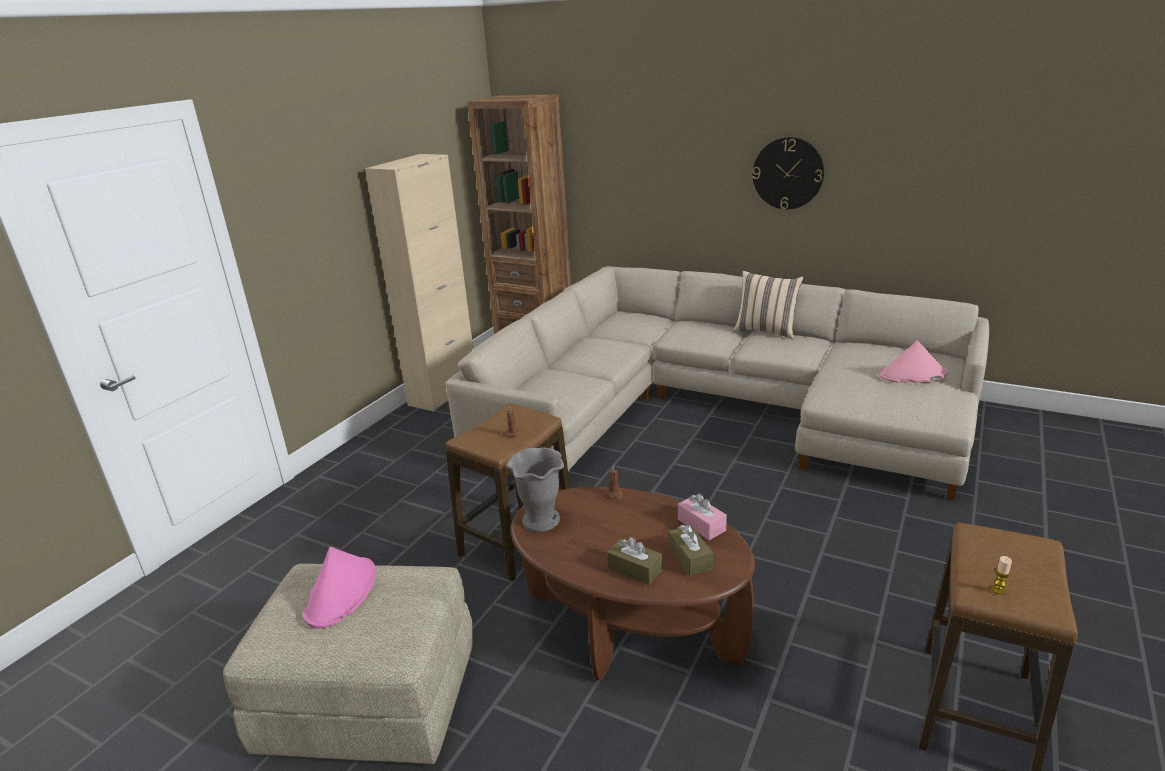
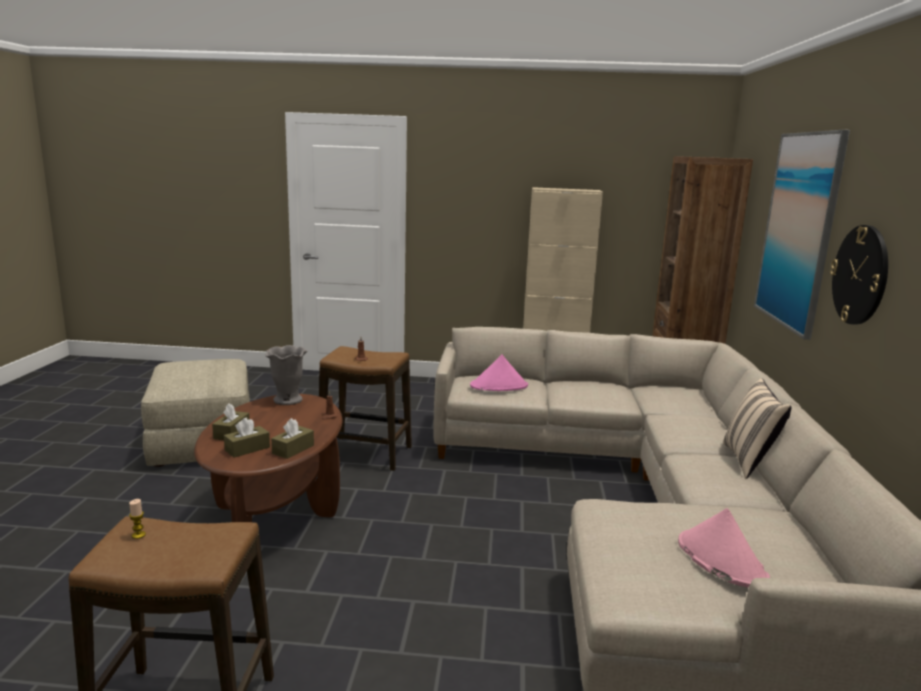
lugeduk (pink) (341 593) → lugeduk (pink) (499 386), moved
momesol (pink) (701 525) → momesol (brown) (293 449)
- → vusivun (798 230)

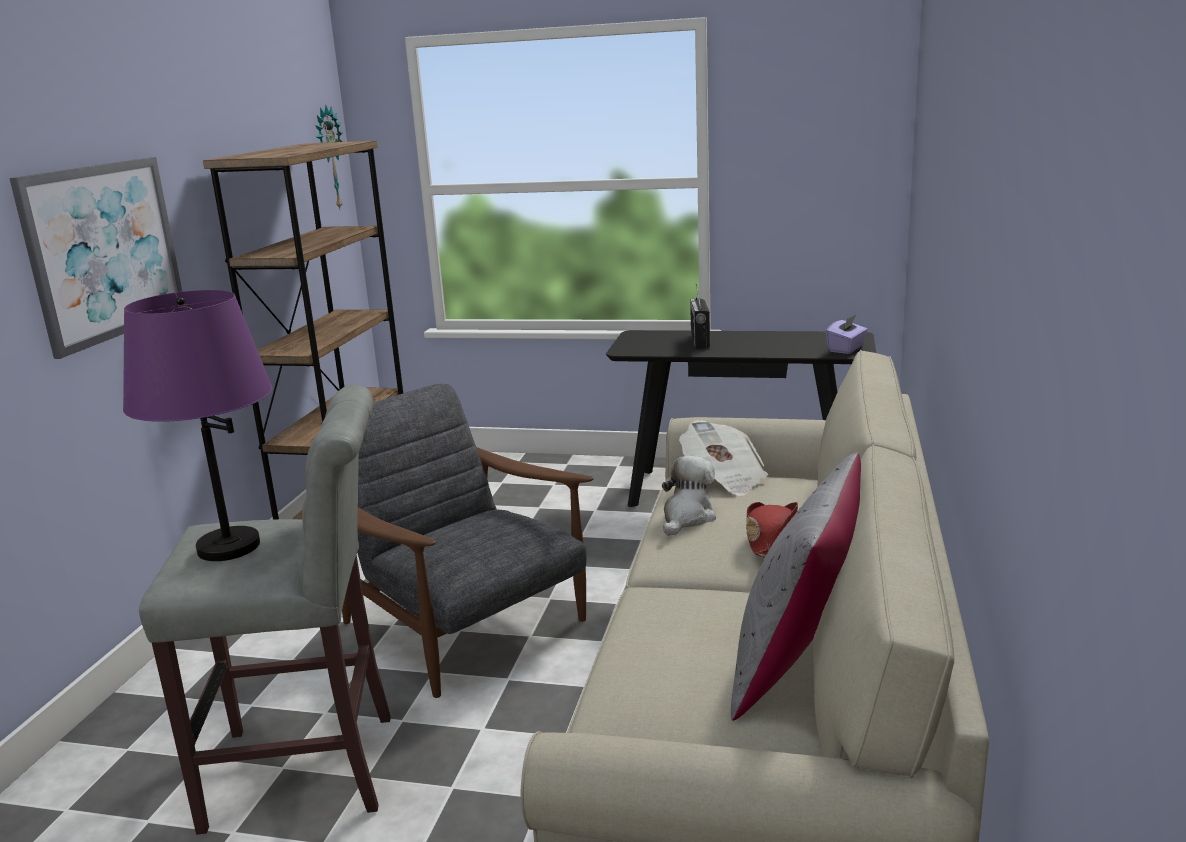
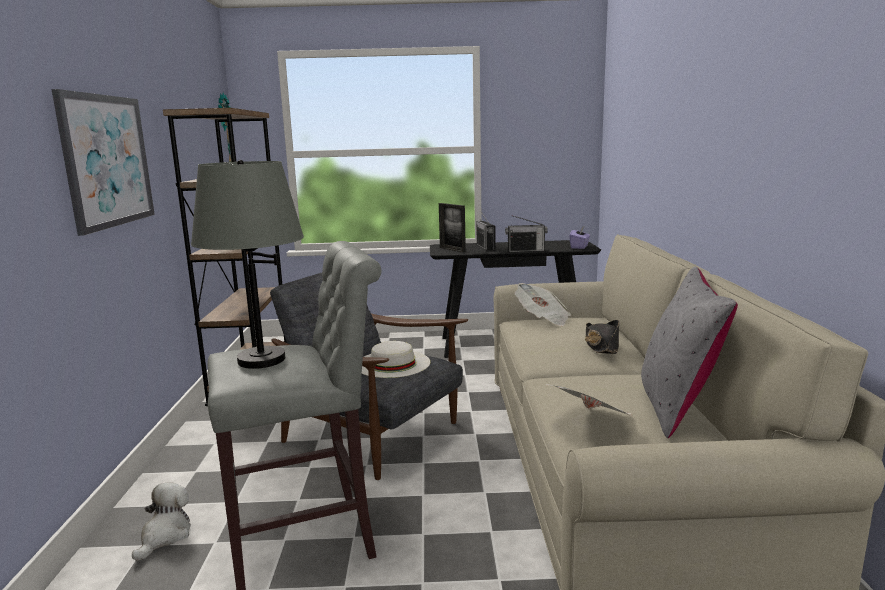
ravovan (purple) (227 547) → ravovan (grey) (261 360)
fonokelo (687 517) → fonokelo (165 536), moved
lugeduk (red) (772 539) → lugeduk (black) (601 345)
- → lugeduk (white) (392 363)
- → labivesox (452 249)
- → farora (526 250)
- → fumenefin (592 422)

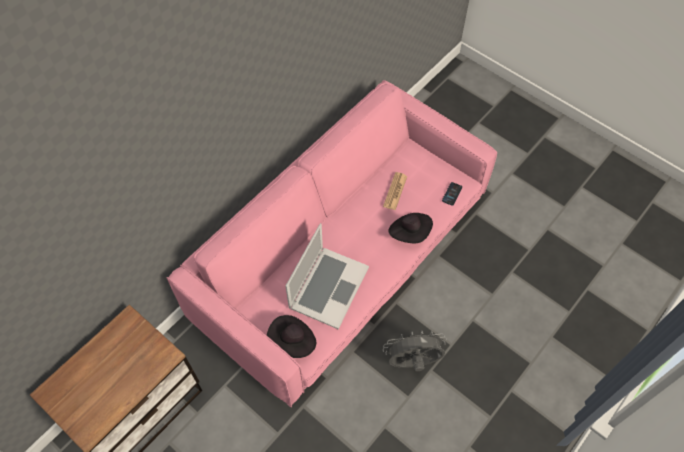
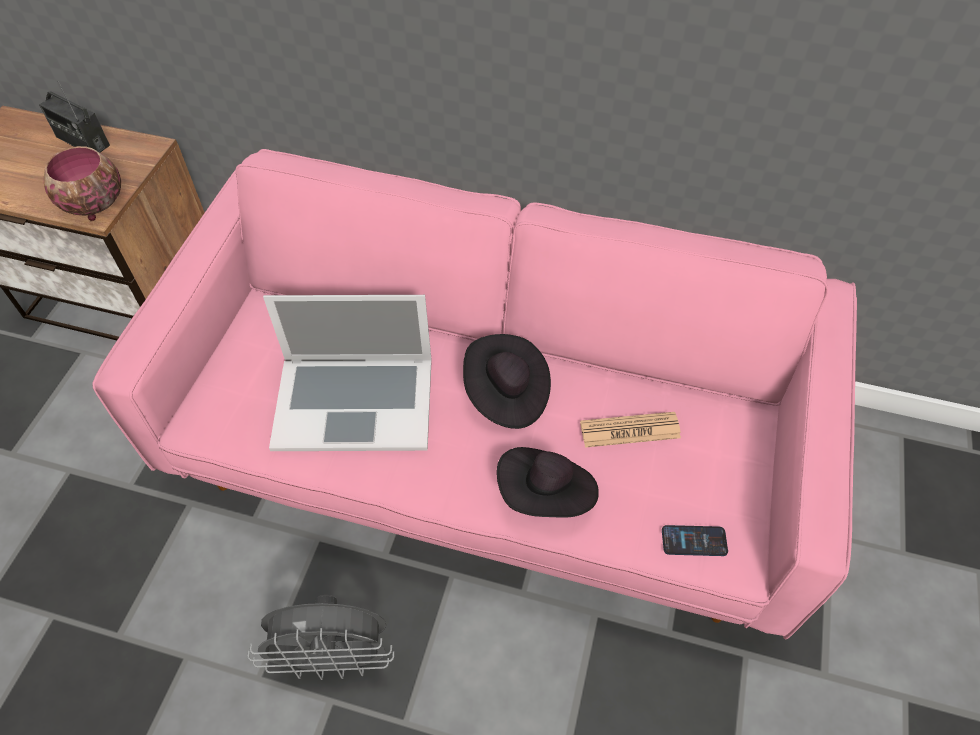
lugeduk (black) (293 342) → lugeduk (black) (506 394), moved
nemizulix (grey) (412 362) → nemizulix (grey) (334 658), 120 degrees clockwise
- → farora (82 141)
- → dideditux (93 205)

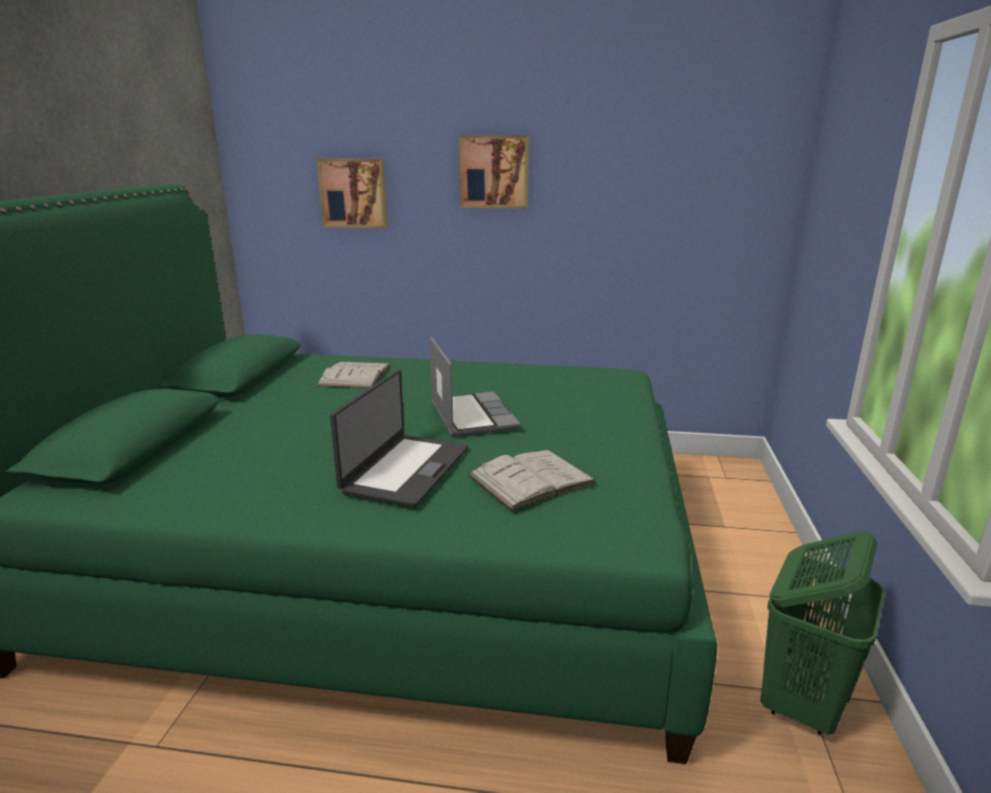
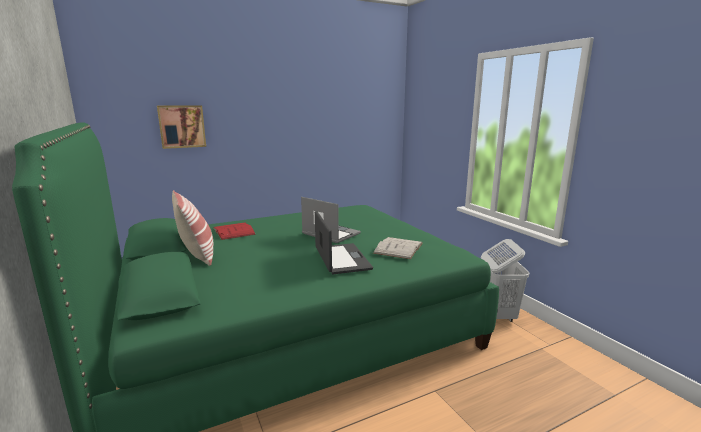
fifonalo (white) (355 375) → fifonalo (red) (234 231)
vusivun (494 172) → -
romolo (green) (802 702) → romolo (white) (497 315)
- → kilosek (197 255)

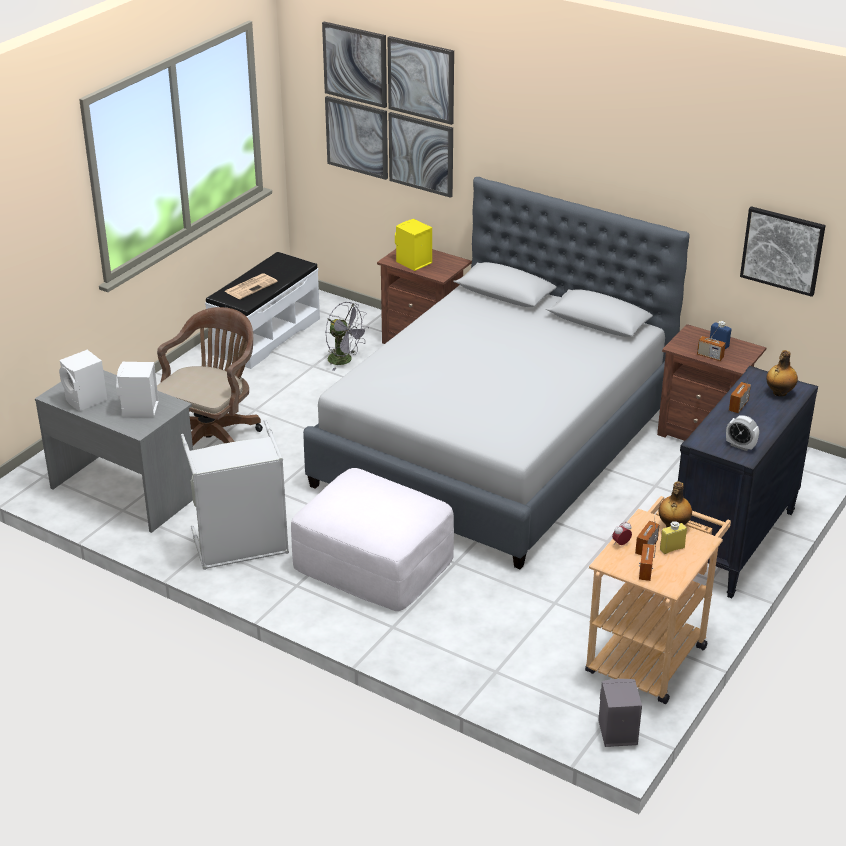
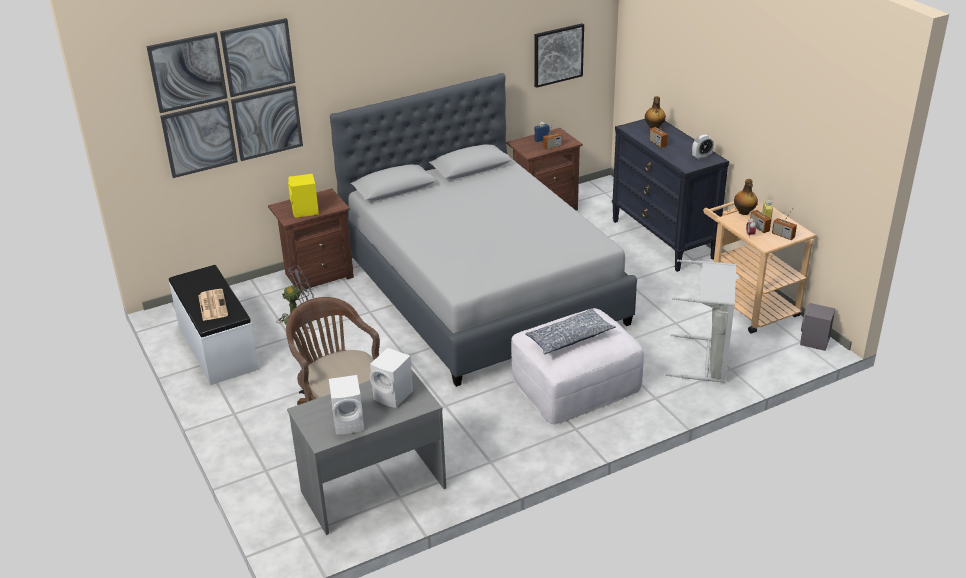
romolo (grey) (241 547) → romolo (grey) (706 360), moved
- → kilosek (569 338)

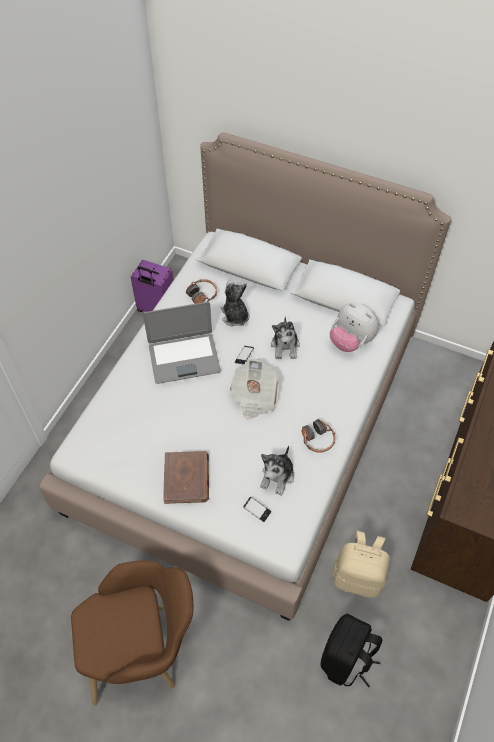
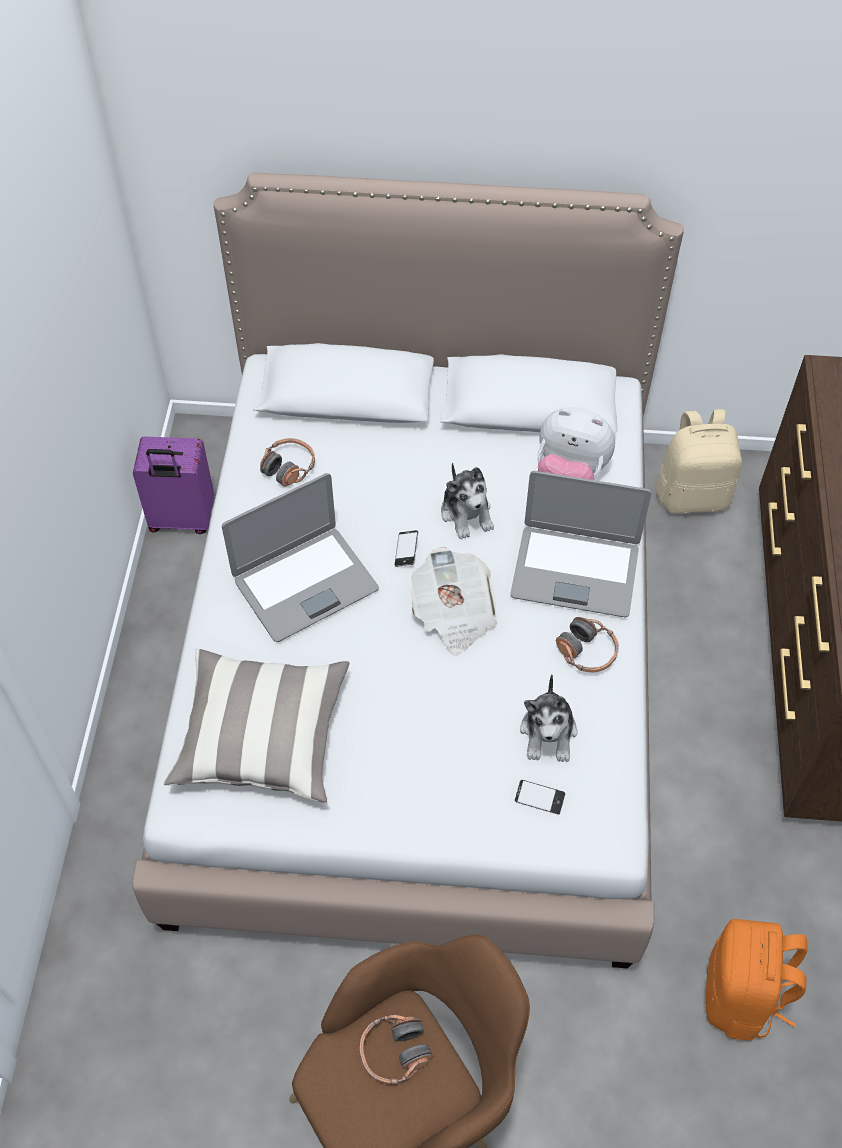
fifonalo (brown) (186 478) → -
fonokelo (235 316) → -
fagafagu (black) (346 659) → fagafagu (orange) (741 996)
fagafagu (beige) (358 576) → fagafagu (beige) (692 495), moved
- → kilosek (262 736)
- → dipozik (394 1052)
- → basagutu (575 571)

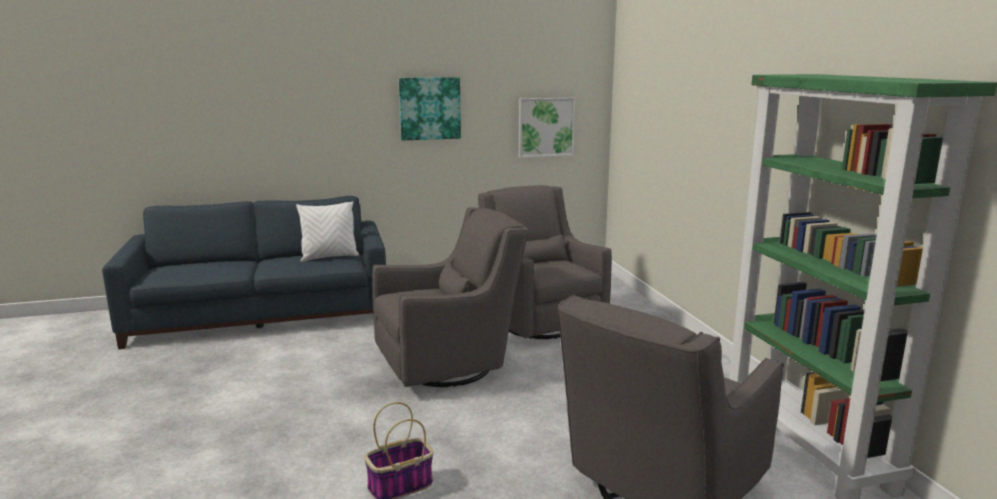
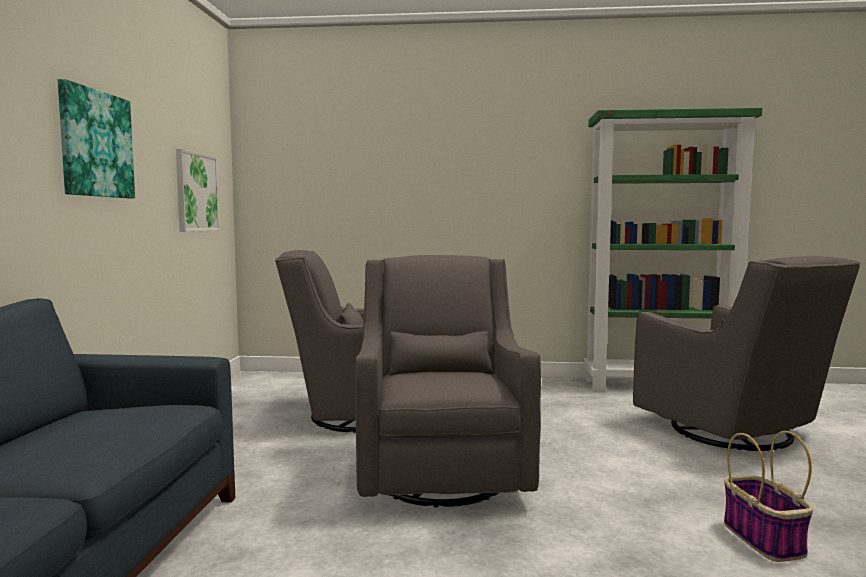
kilosek (white) (329 257) → -

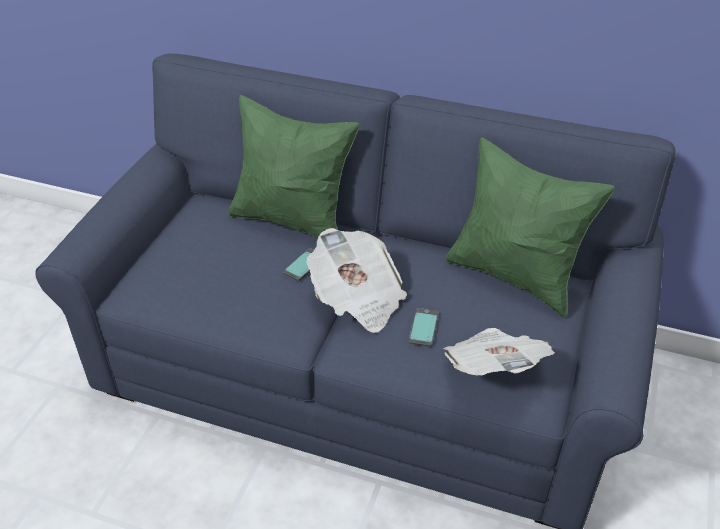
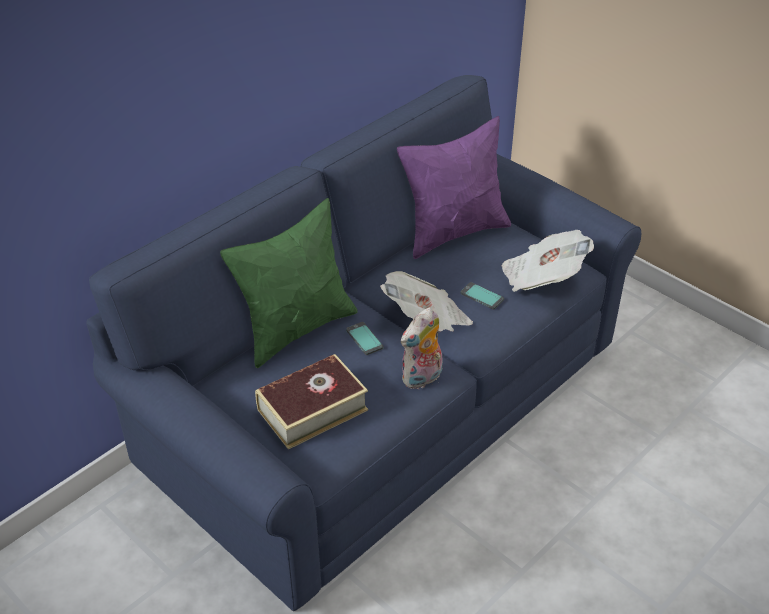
kilosek (green) (514 276) → kilosek (purple) (454 232)
- → fifonalo (312 409)
- → fonokelo (422 378)

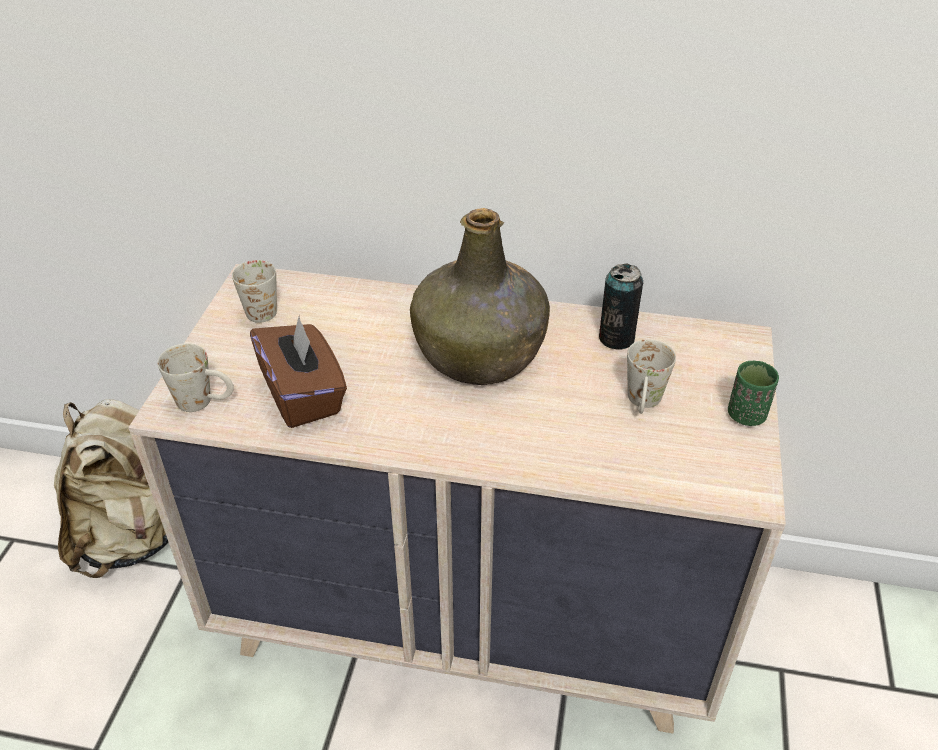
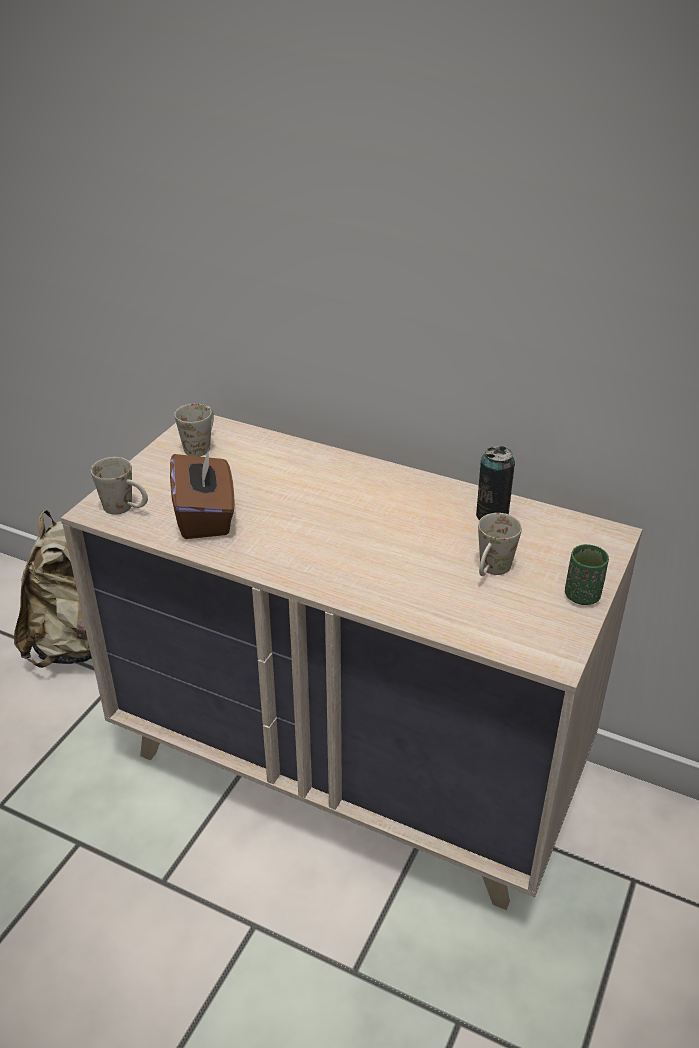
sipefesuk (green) (481 353) → -

